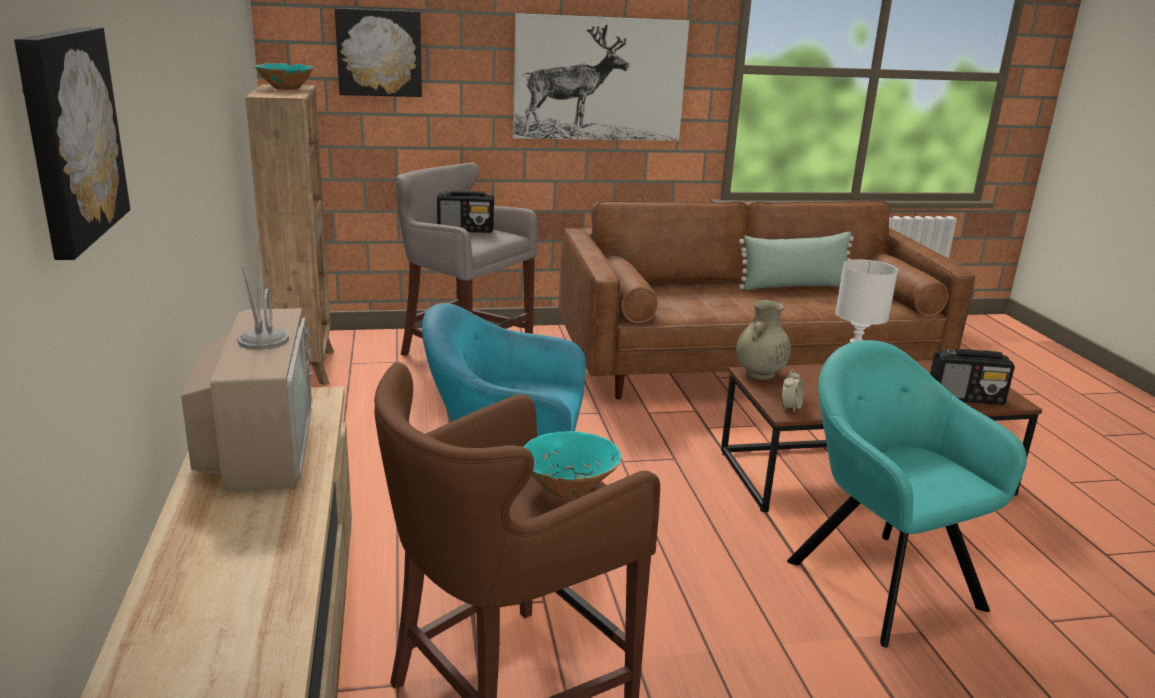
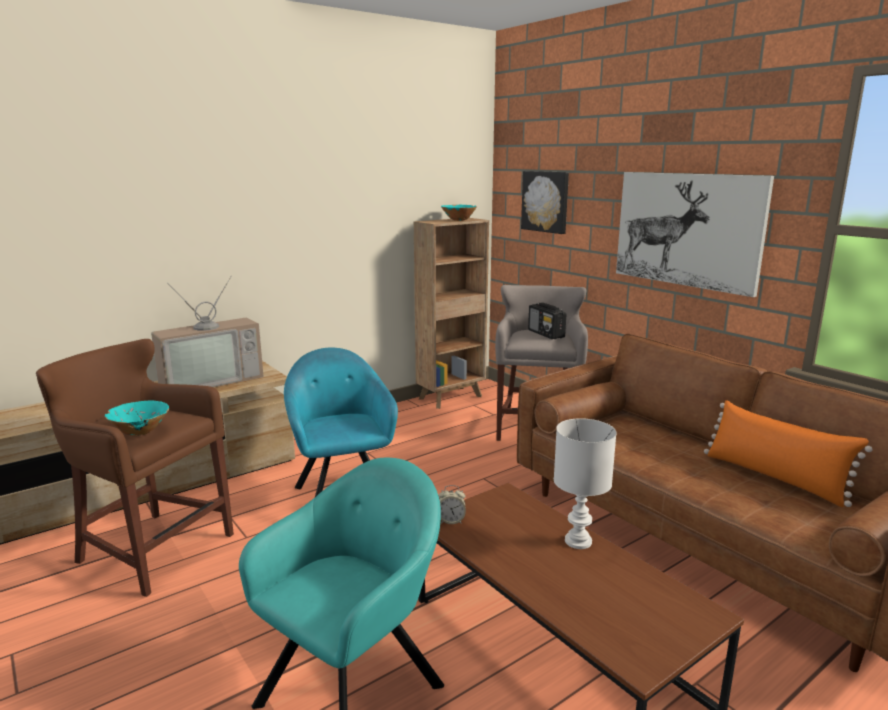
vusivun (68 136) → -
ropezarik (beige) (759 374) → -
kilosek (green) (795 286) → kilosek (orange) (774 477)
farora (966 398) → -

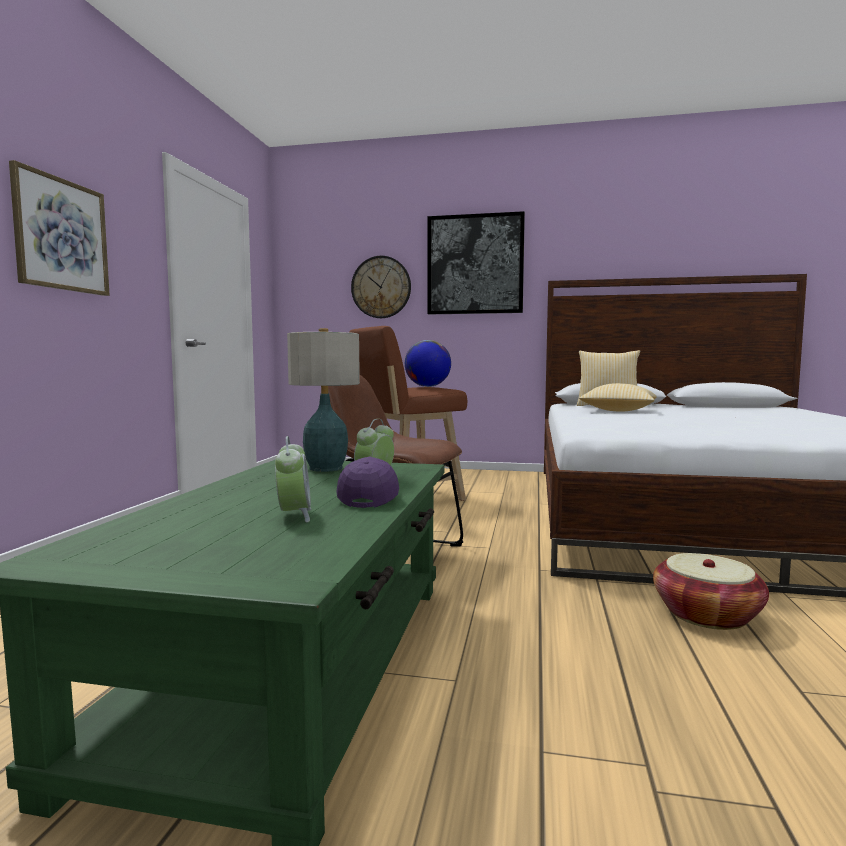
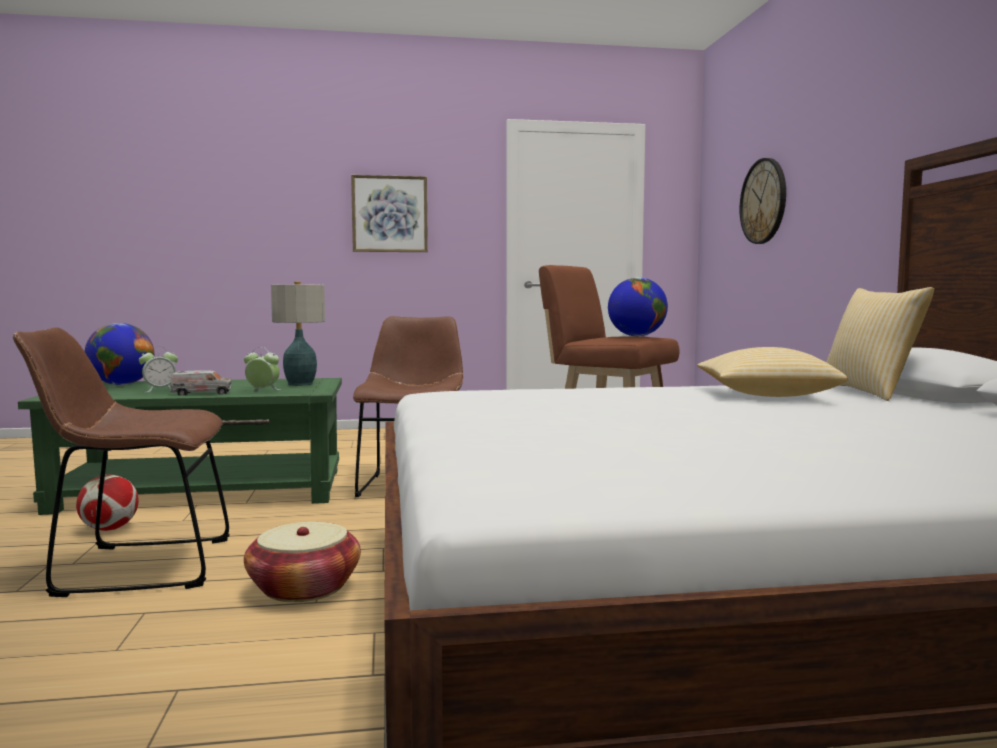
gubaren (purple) (370 498) → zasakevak (202 393)
vusivun (475 264) → -
- → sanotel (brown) (136 567)
- → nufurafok (109 529)
- → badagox (121 384)

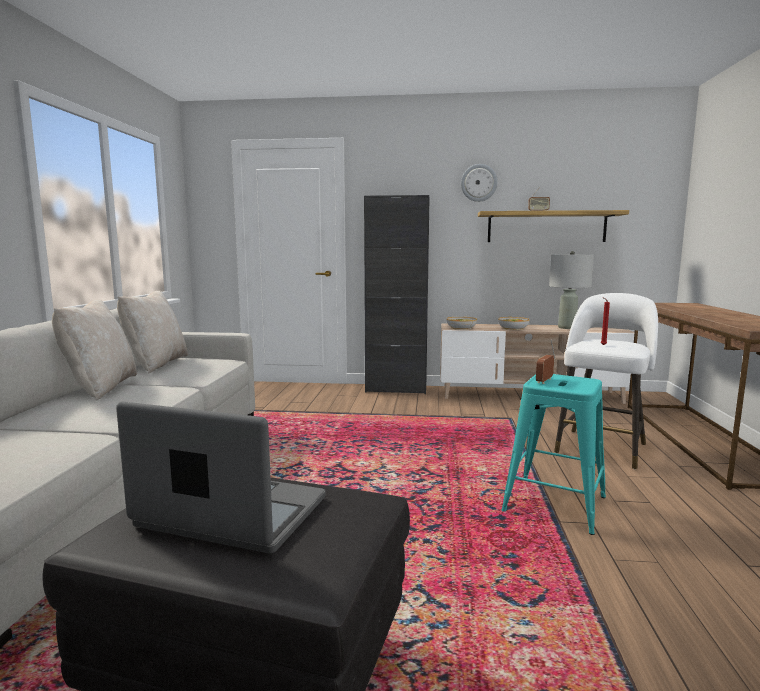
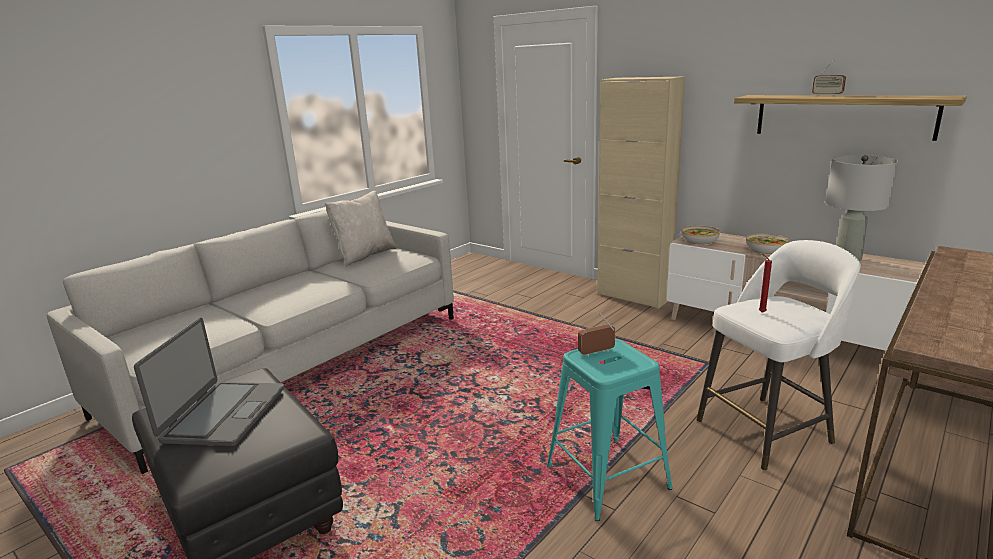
kilosek (beige) (100 388) → -
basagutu (231 514) → basagutu (223 414), 45 degrees clockwise
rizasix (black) (396 389) → rizasix (beige) (633 296)
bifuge (479 183) → -

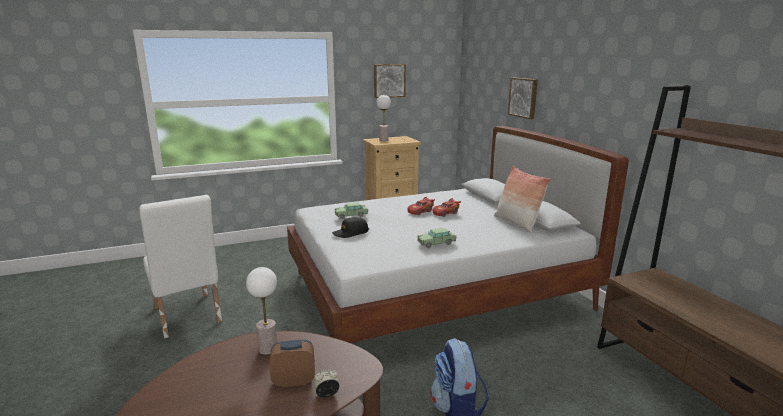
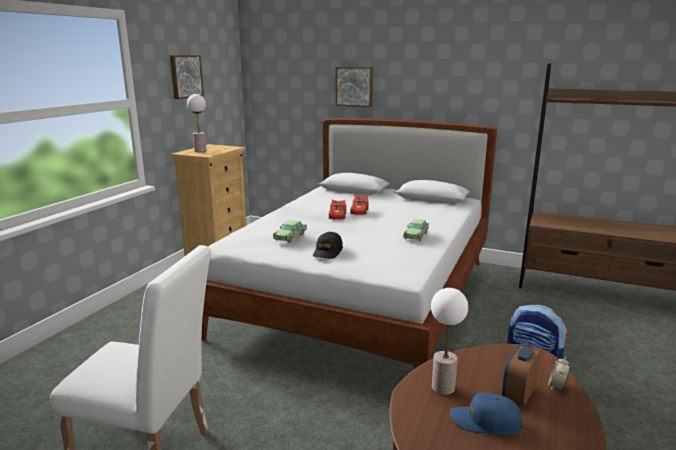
kilosek (517 223) → -
- → gubaren (blue) (485 421)

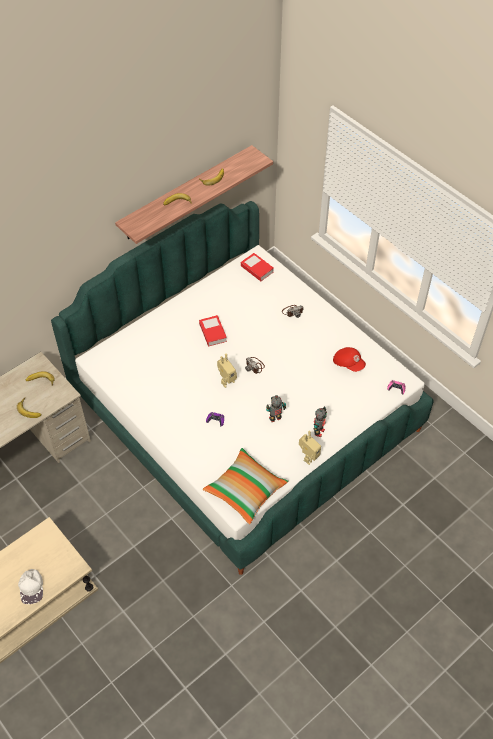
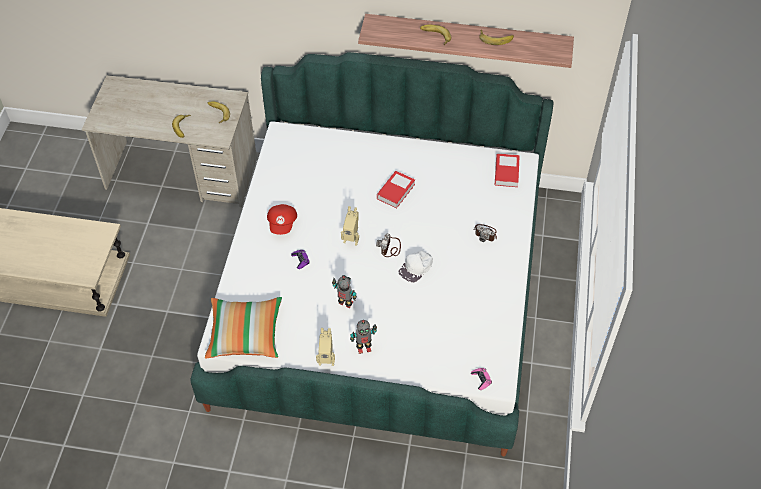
gubaren (white) (31 587) → gubaren (white) (416 267), moved
gubaren (red) (348 363) → gubaren (red) (283 224), moved

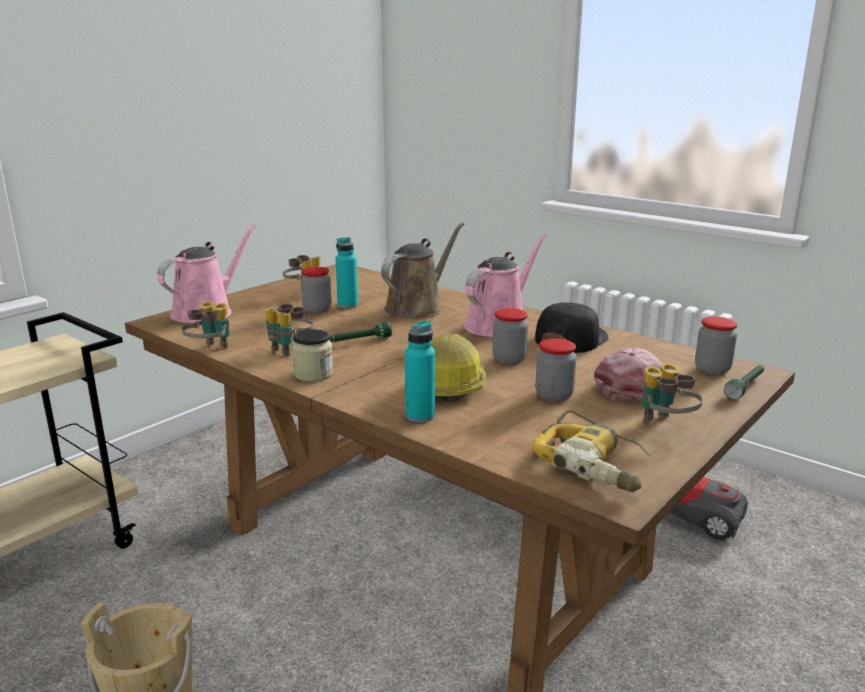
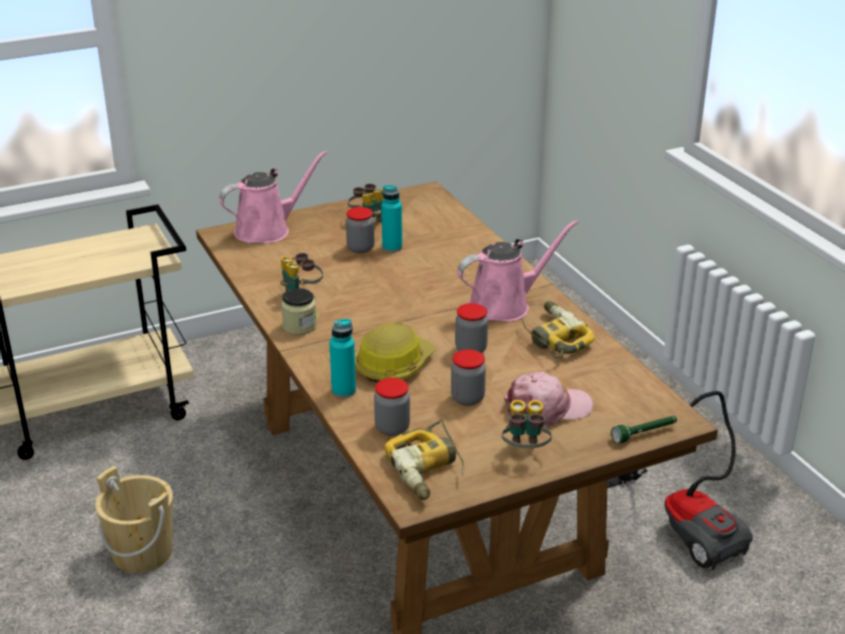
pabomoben (210 350) → -
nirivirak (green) (360 341) → -
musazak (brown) (417 307) → -
gubaren (black) (570 338) → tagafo (552 337)
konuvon (712 369) → konuvon (392 428), moved

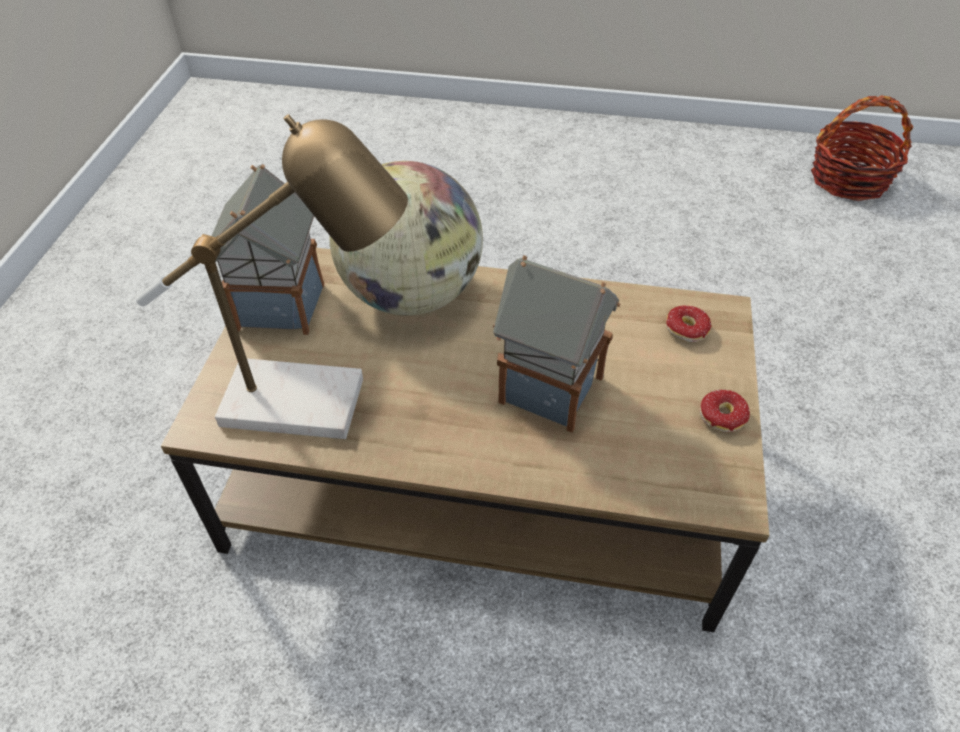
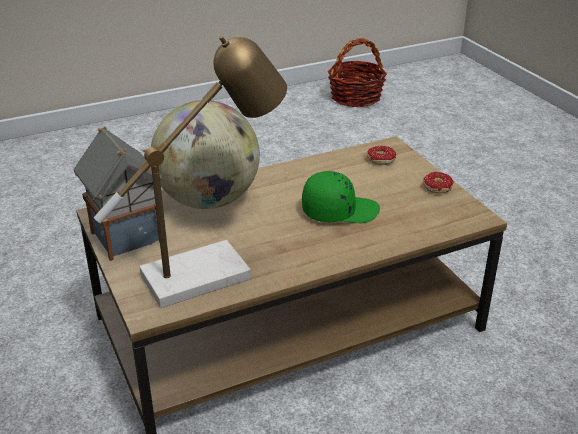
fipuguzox (548 389) → gubaren (green) (339 211)

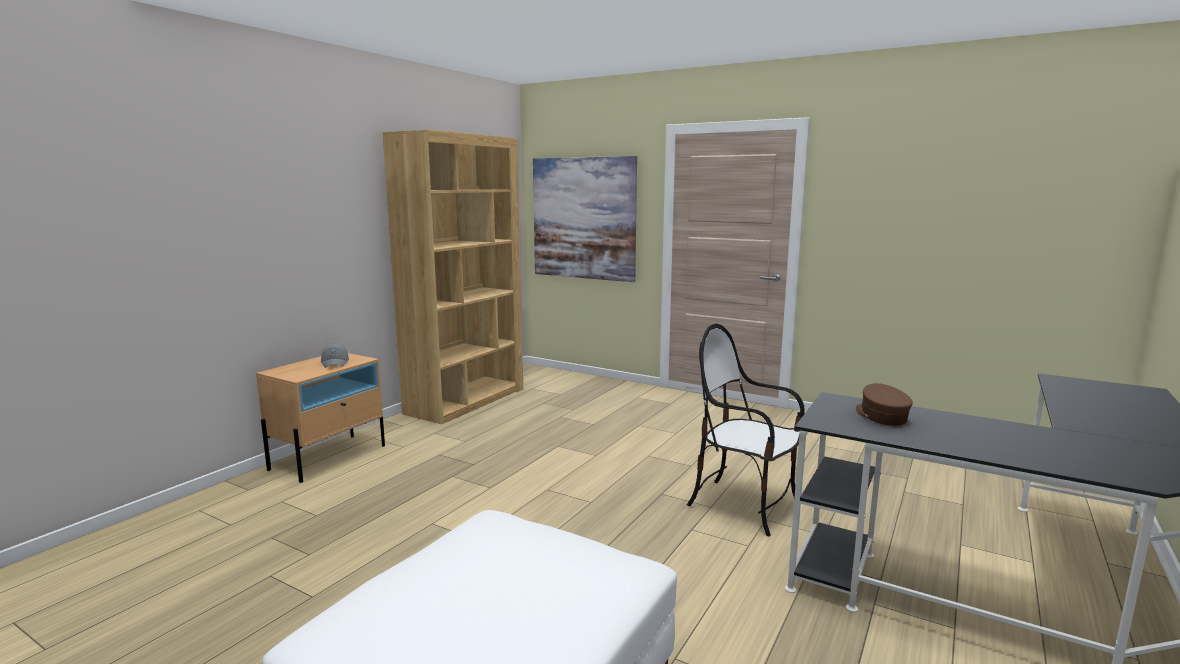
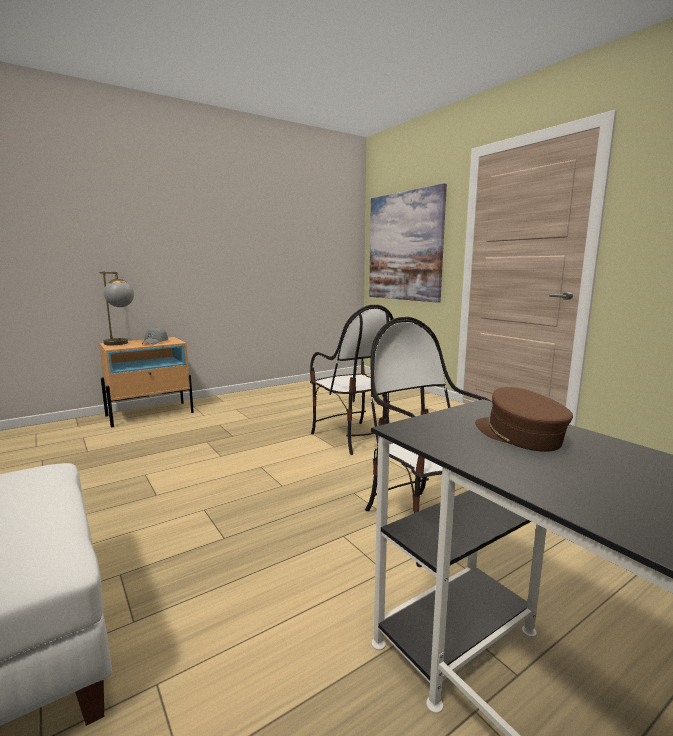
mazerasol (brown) (466 401) → -
gubaren (brown) (881 416) → gubaren (brown) (518 435), 45 degrees counterclockwise
- → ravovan (121 344)
- → sanotel (352 437)

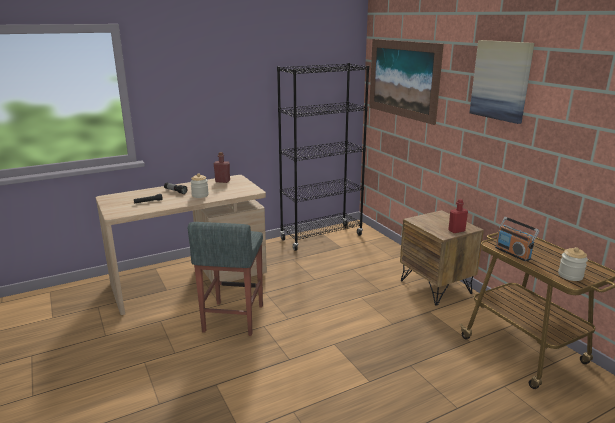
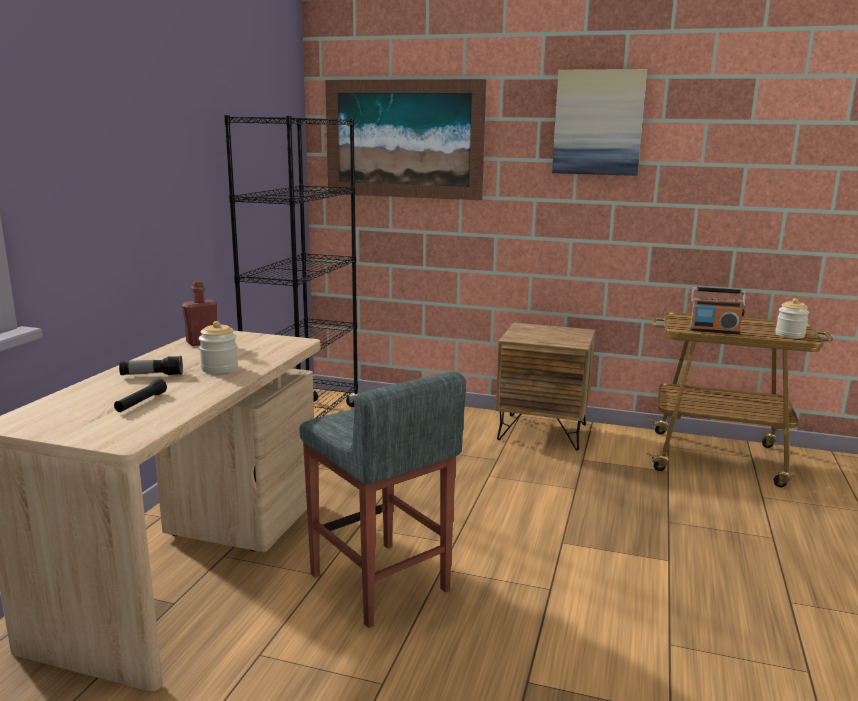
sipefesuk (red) (456 231) → -

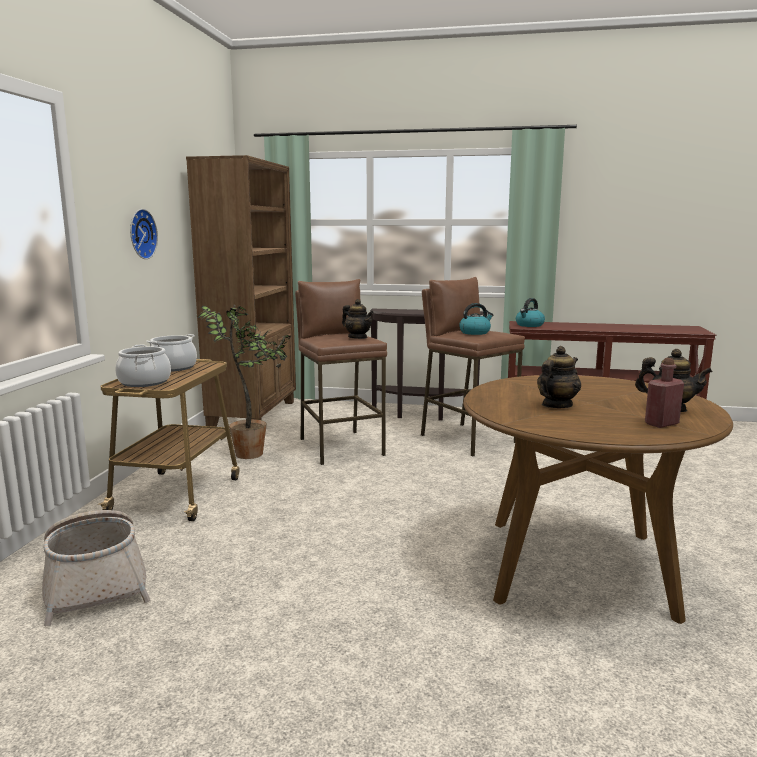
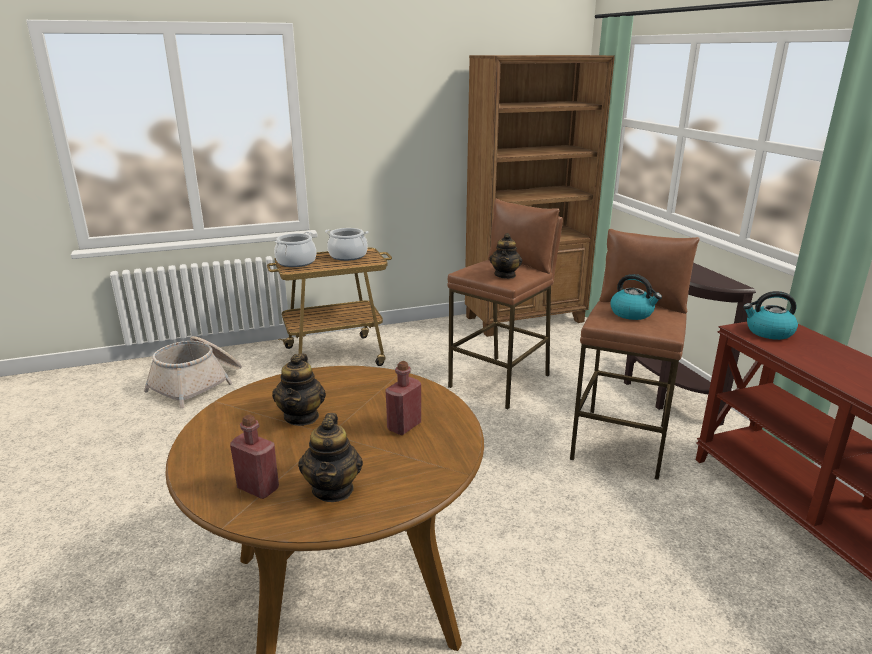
bifuge (140 234) → -
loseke (253 454) → -
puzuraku (556 405) → puzuraku (302 416), 75 degrees clockwise
- → sipefesuk (red) (404 426)

